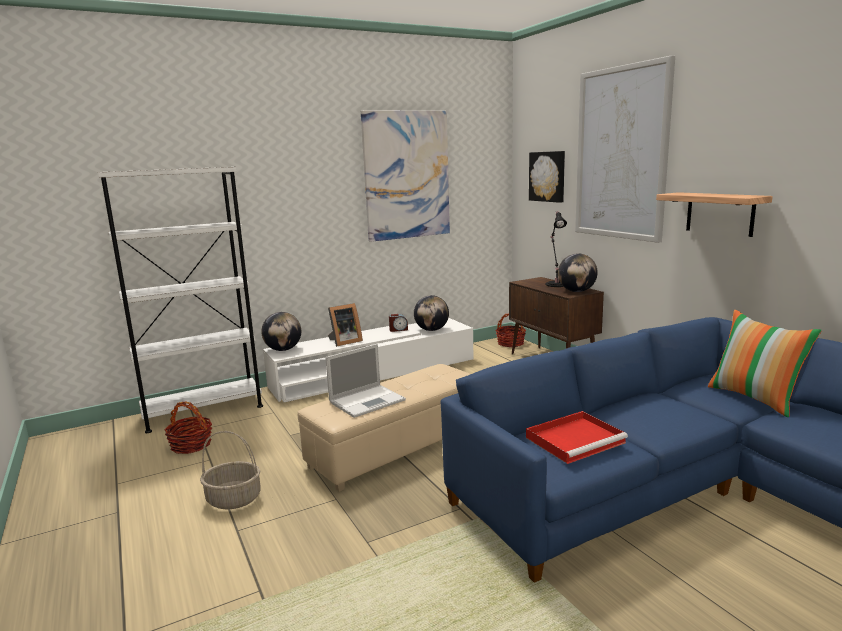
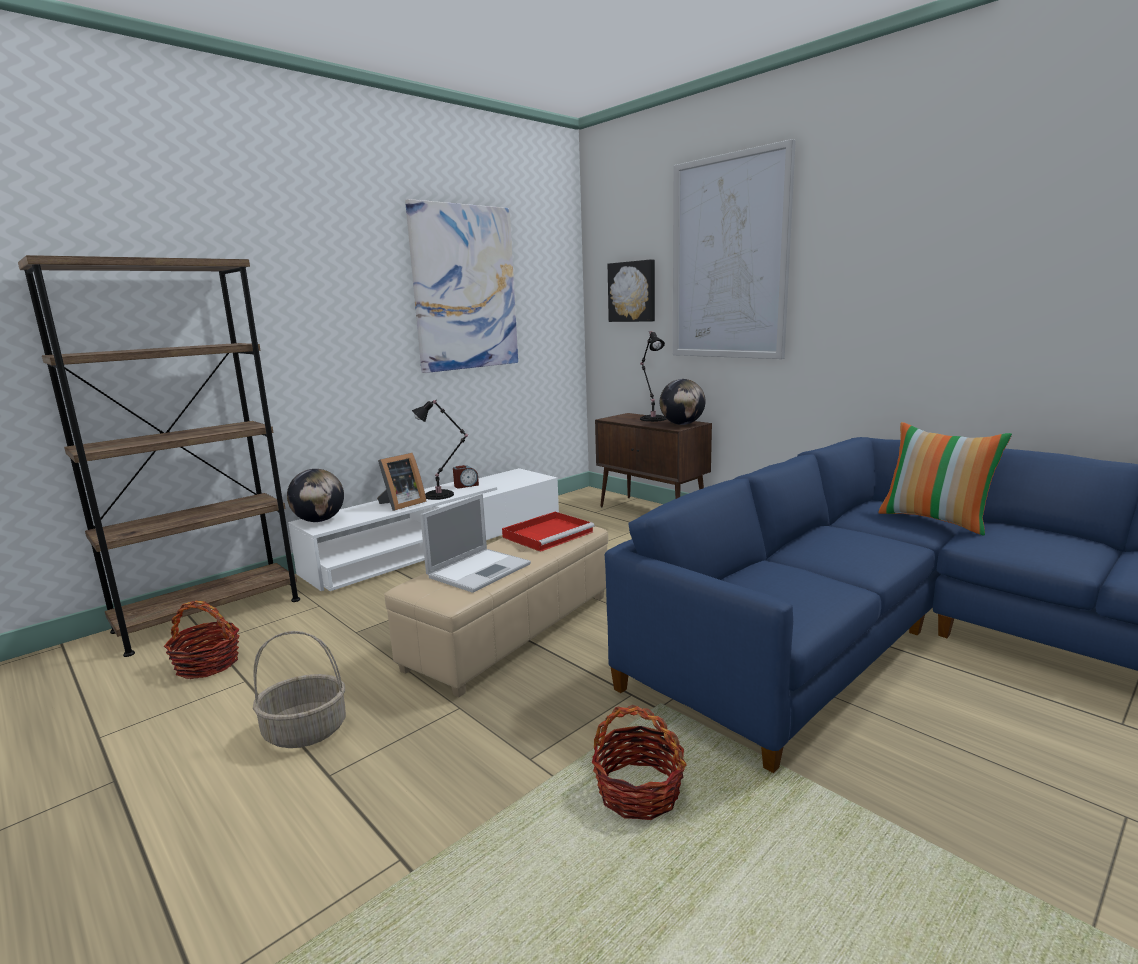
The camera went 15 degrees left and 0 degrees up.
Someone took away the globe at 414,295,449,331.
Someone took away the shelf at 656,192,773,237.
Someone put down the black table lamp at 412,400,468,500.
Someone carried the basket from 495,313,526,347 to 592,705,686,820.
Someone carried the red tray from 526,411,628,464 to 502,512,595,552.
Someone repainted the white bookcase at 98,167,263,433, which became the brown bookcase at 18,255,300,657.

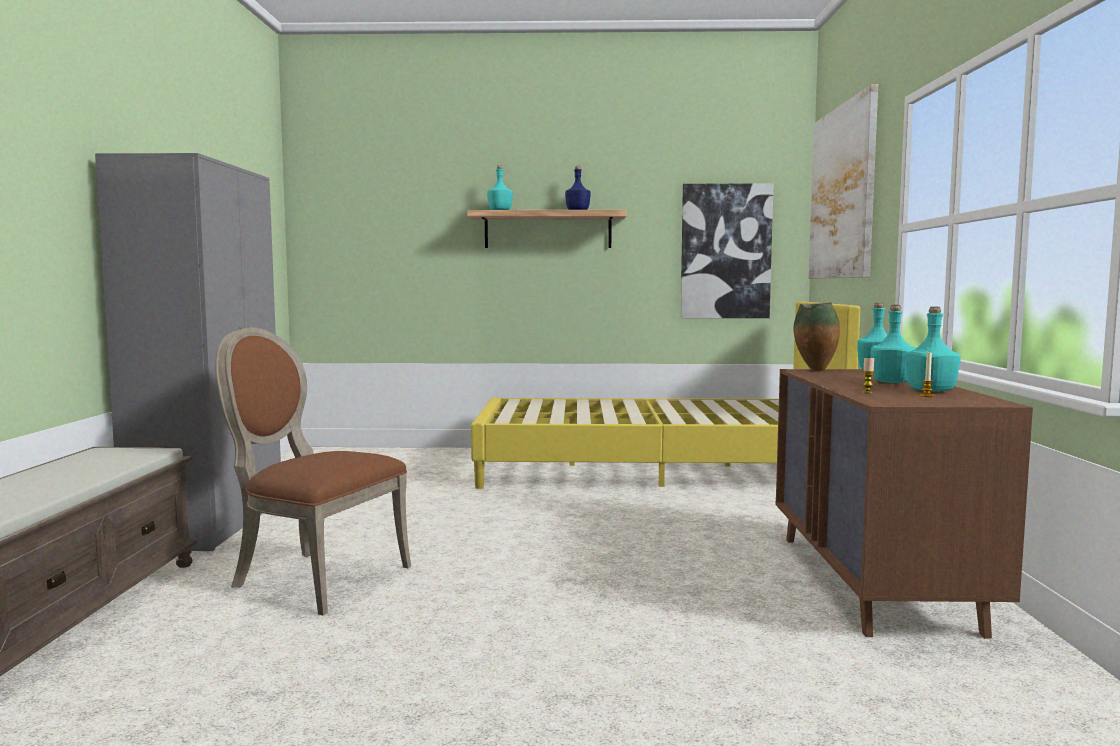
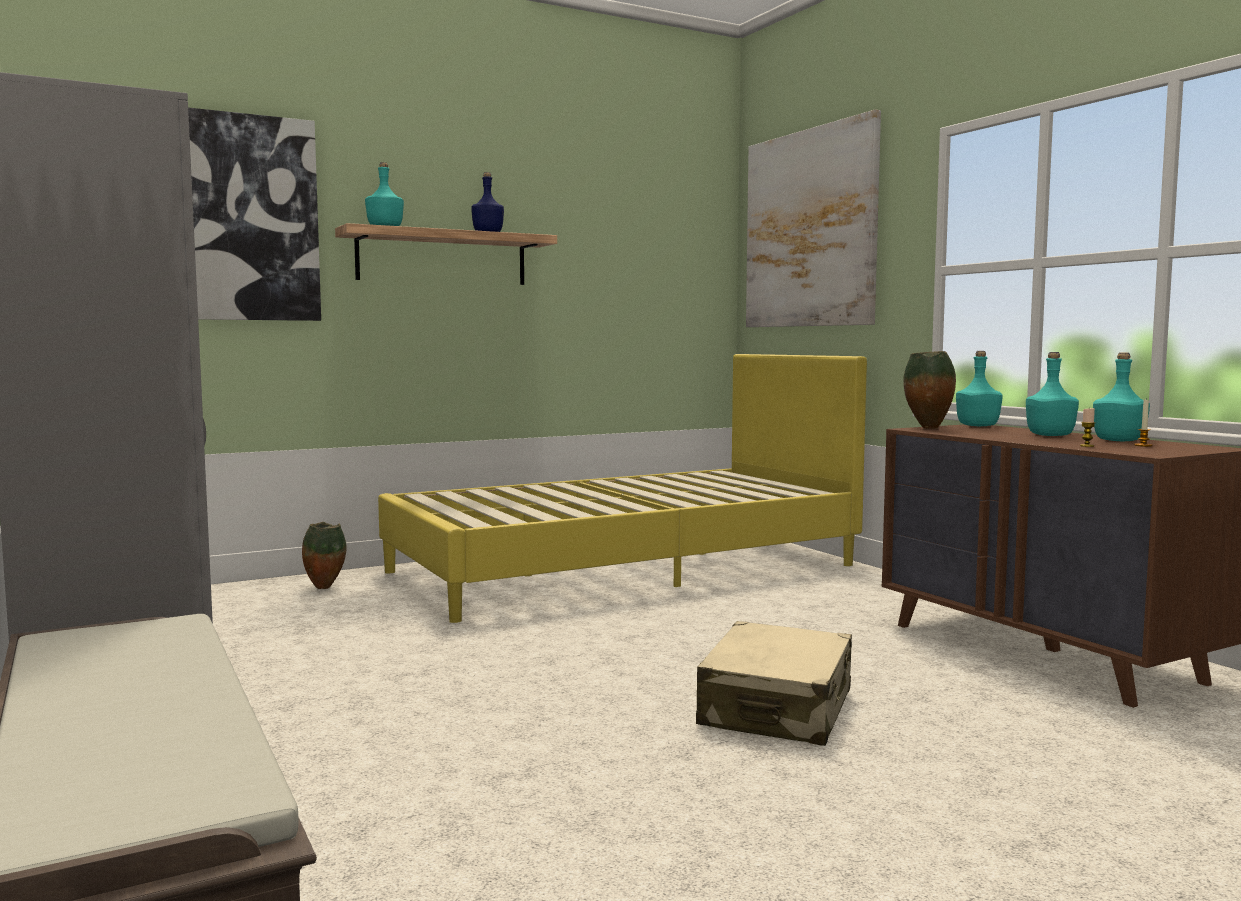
The camera went 30 degrees left and 0 degrees up.
Someone took away the brown chair at 215,327,411,616.
Someone put down the vase at 302,522,346,589.
Someone put down the beige suitcase at 696,621,852,746.
Someone carried the picture from 681,183,774,318 to 188,108,321,321.

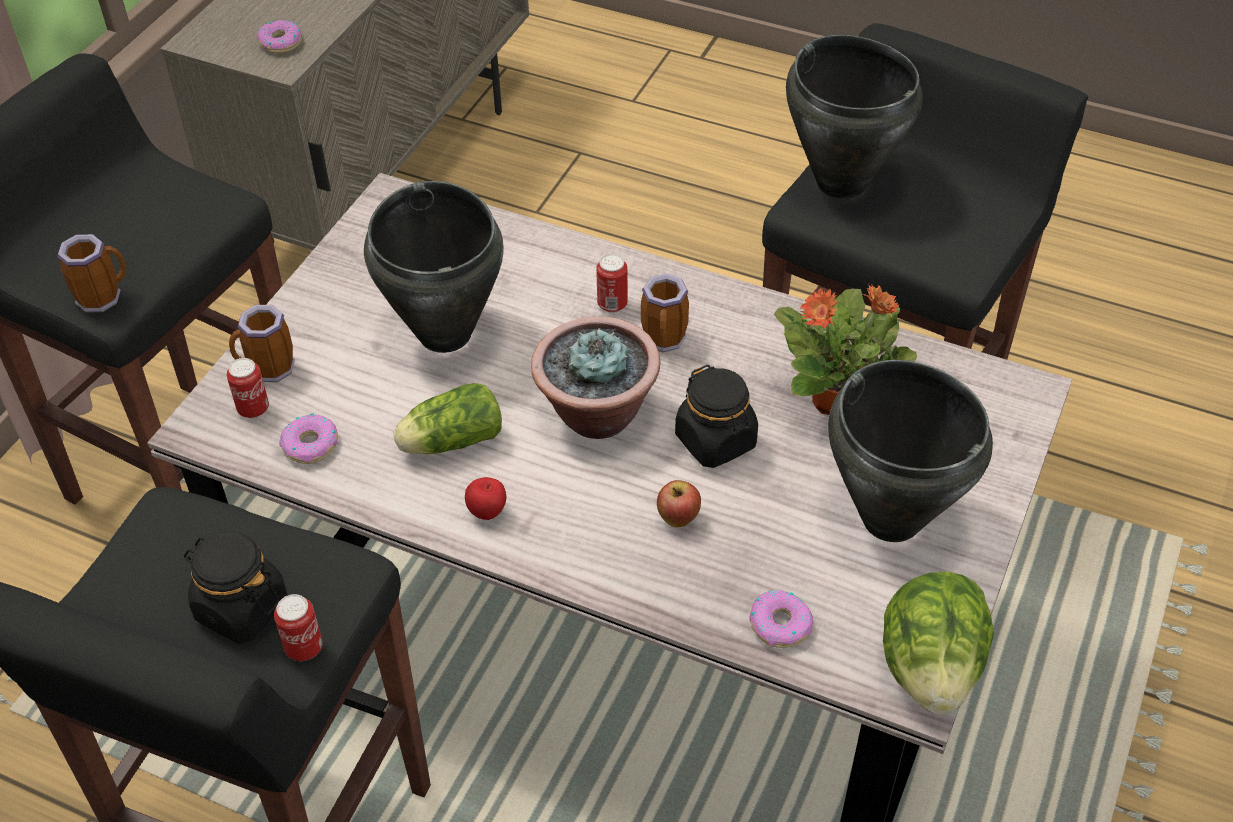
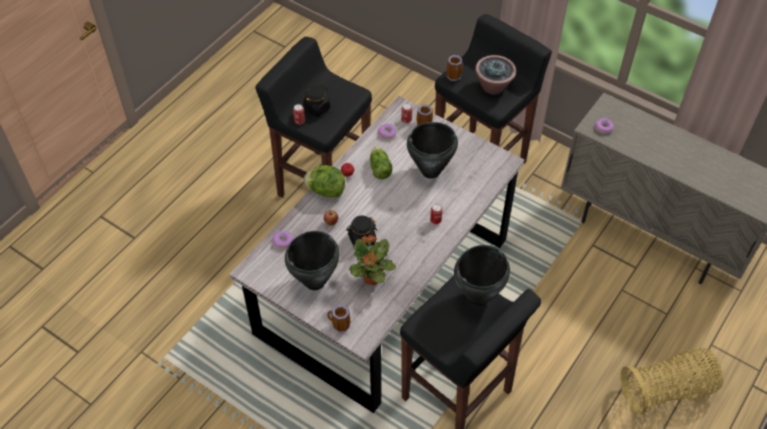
The camera went 100 degrees right and 5 degrees up.
Someone put down the basket at 620,348,723,415.
Someone carried the potted plant from 531,317,661,439 to 475,55,516,95.
Someone carried the mug from 641,274,689,352 to 327,305,350,333.
Someone carried the lettuce from 883,571,994,715 to 303,165,345,198.

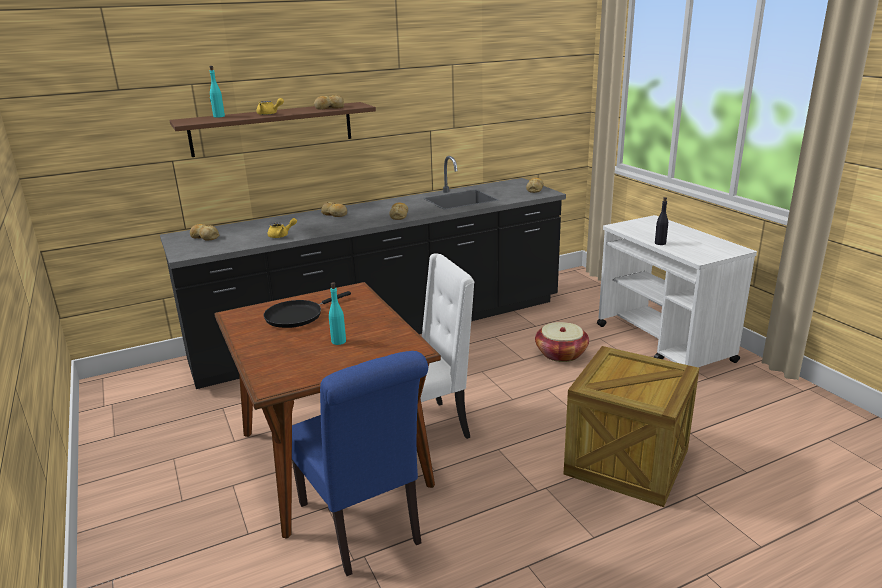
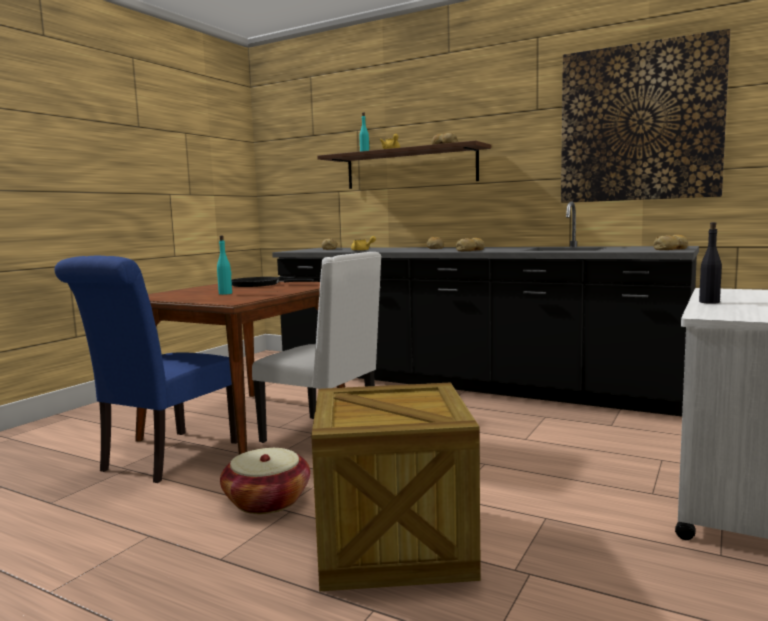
The camera went 55 degrees right and 15 degrees down.
Someone put up the picture at 561,29,730,203.
Someone carried the basket from 535,322,589,362 to 220,448,310,514.

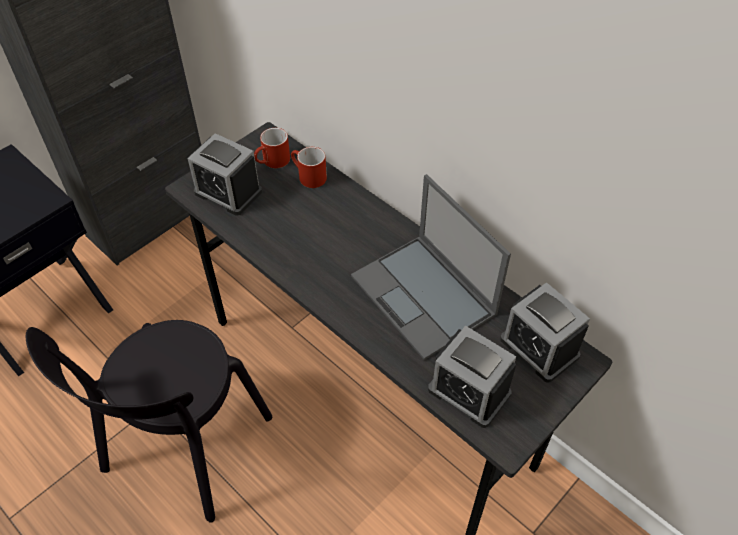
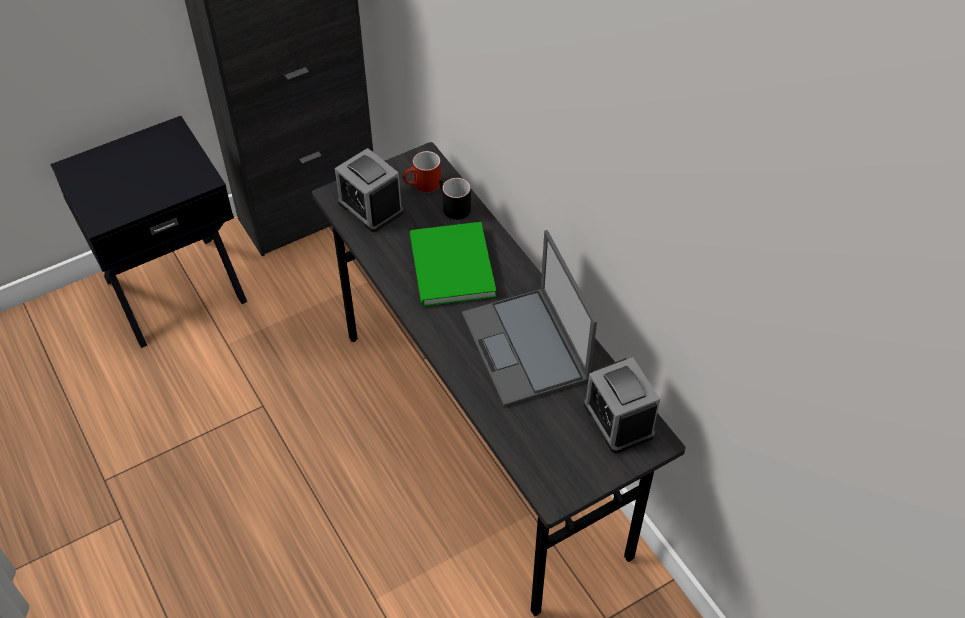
The camera went 15 degrees right and 0 degrees up.
Someone took away the black chair at 26,320,272,523.
Someone took away the alarm clock at 428,326,516,428.
Someone put down the green book at 410,222,496,306.
Someone repainted the red mug at 291,147,327,188, which became the black mug at 439,178,471,220.

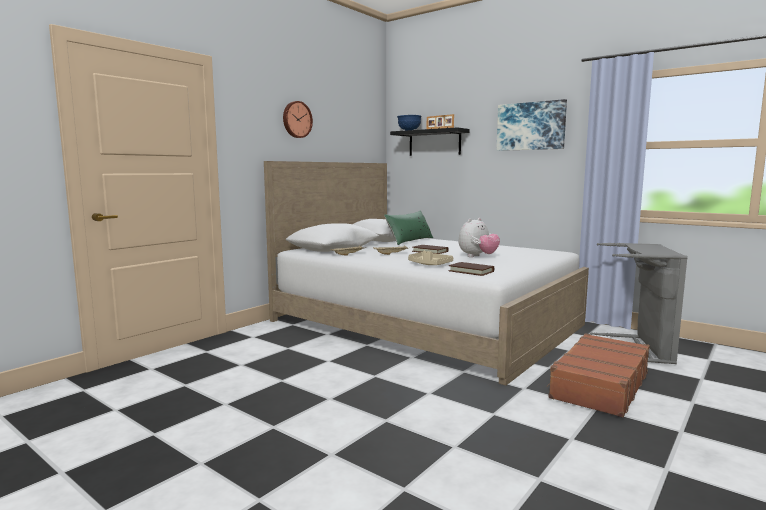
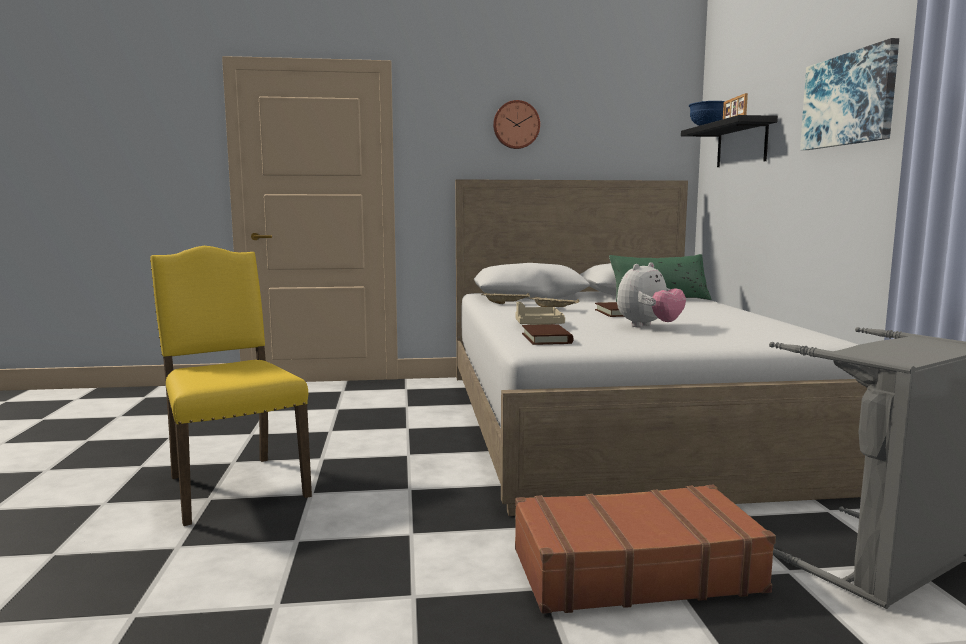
The camera went 45 degrees right and 0 degrees up.
Someone put down the yellow chair at 150,246,312,526.
Someone rotated the plush toy at 459,218,500,257 by 45 degrees counterclockwise.

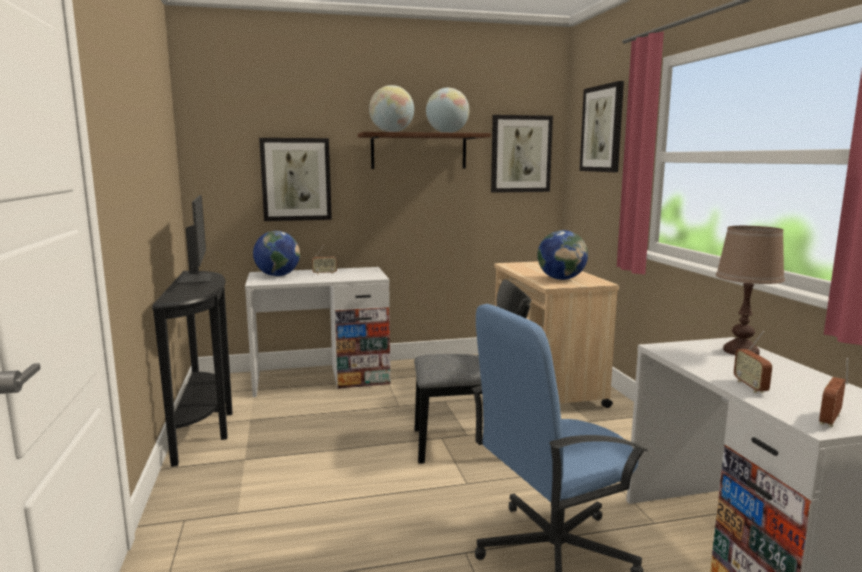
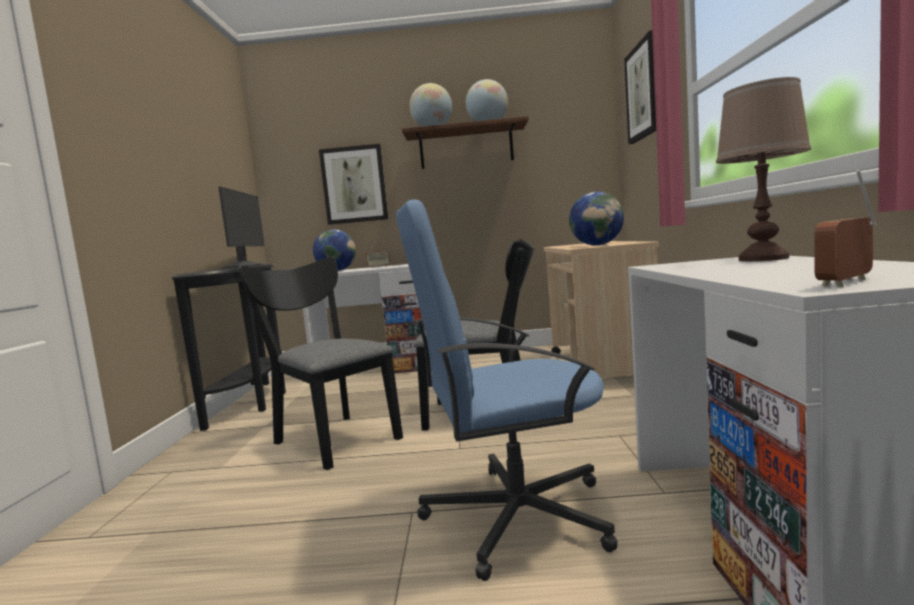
The camera went 15 degrees right and 5 degrees down.
Someone took away the picture at 491,115,553,193.
Someone took away the radio at 734,331,772,393.
Someone put down the black chair at 238,257,403,470.

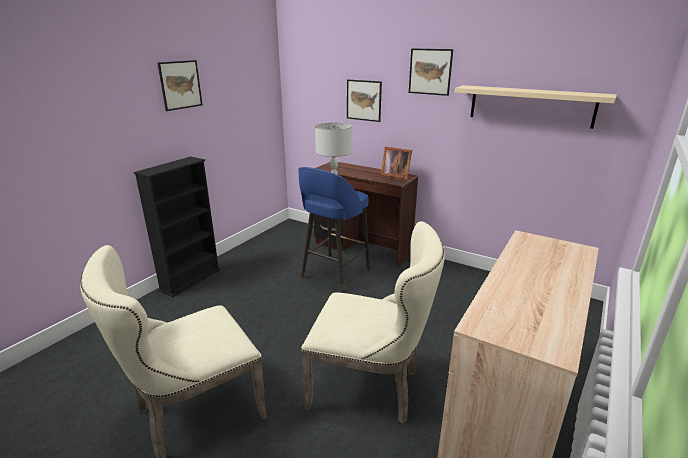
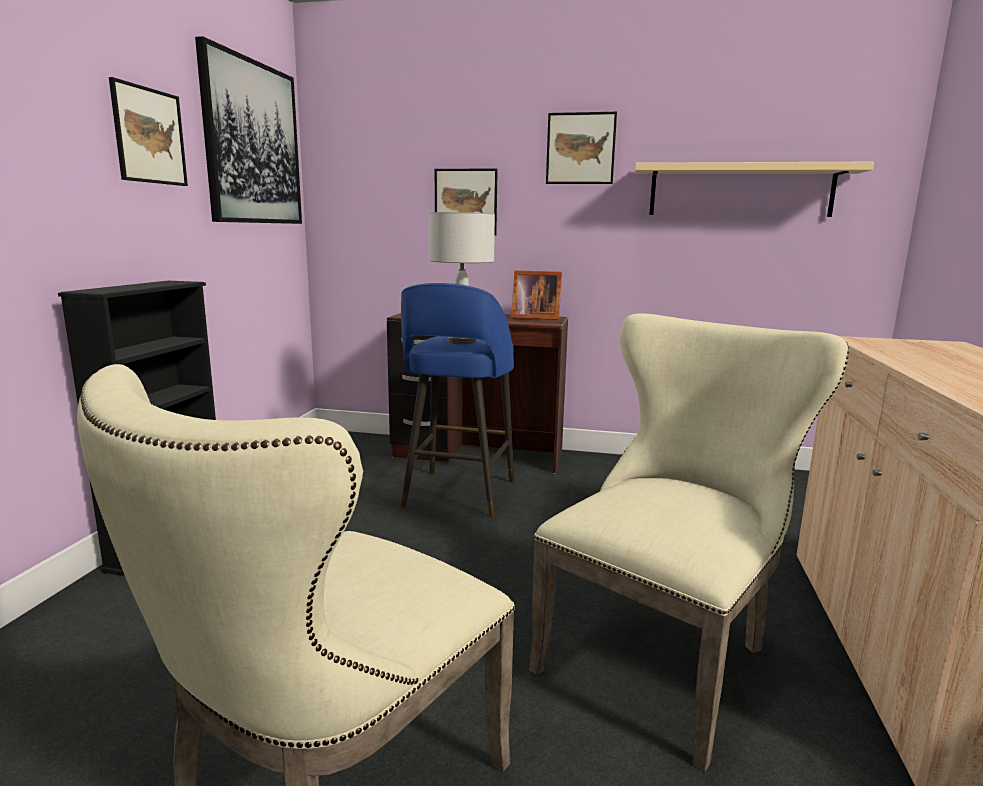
The camera went 20 degrees left and 10 degrees down.
Someone put up the picture at 195,36,302,224.
Someone rotated the beige chair at 301,221,445,424 by 45 degrees counterclockwise.

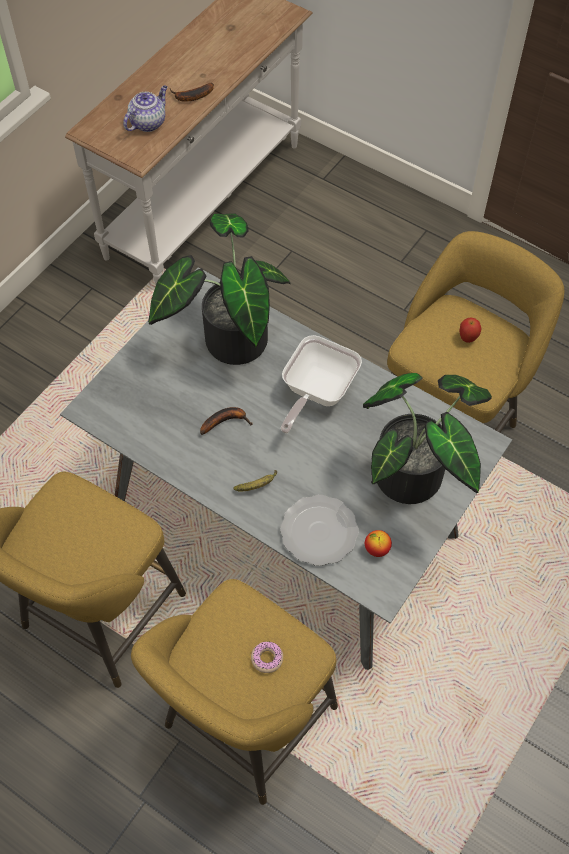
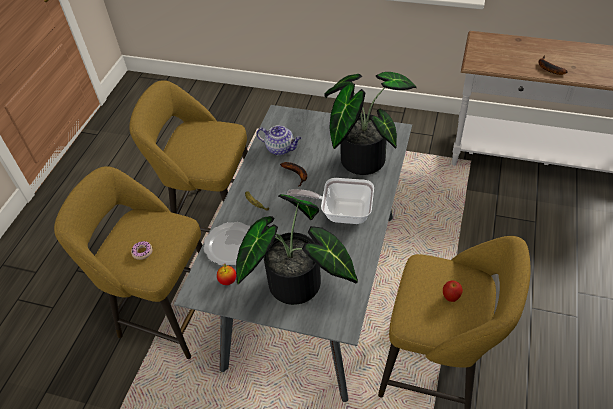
The camera went 75 degrees right and 10 degrees down.
Someone carried the teapot from 123,86,167,132 to 257,125,301,155.

